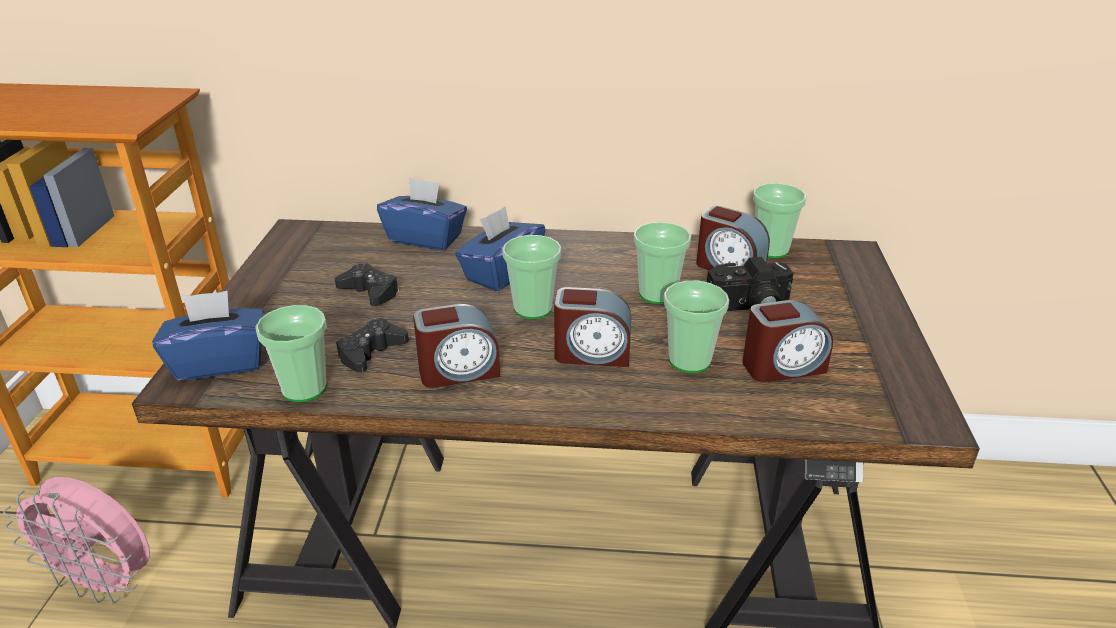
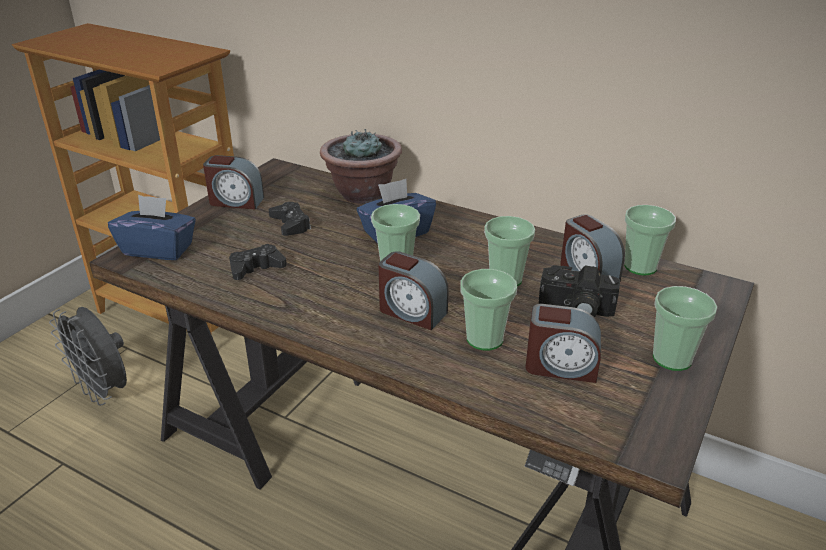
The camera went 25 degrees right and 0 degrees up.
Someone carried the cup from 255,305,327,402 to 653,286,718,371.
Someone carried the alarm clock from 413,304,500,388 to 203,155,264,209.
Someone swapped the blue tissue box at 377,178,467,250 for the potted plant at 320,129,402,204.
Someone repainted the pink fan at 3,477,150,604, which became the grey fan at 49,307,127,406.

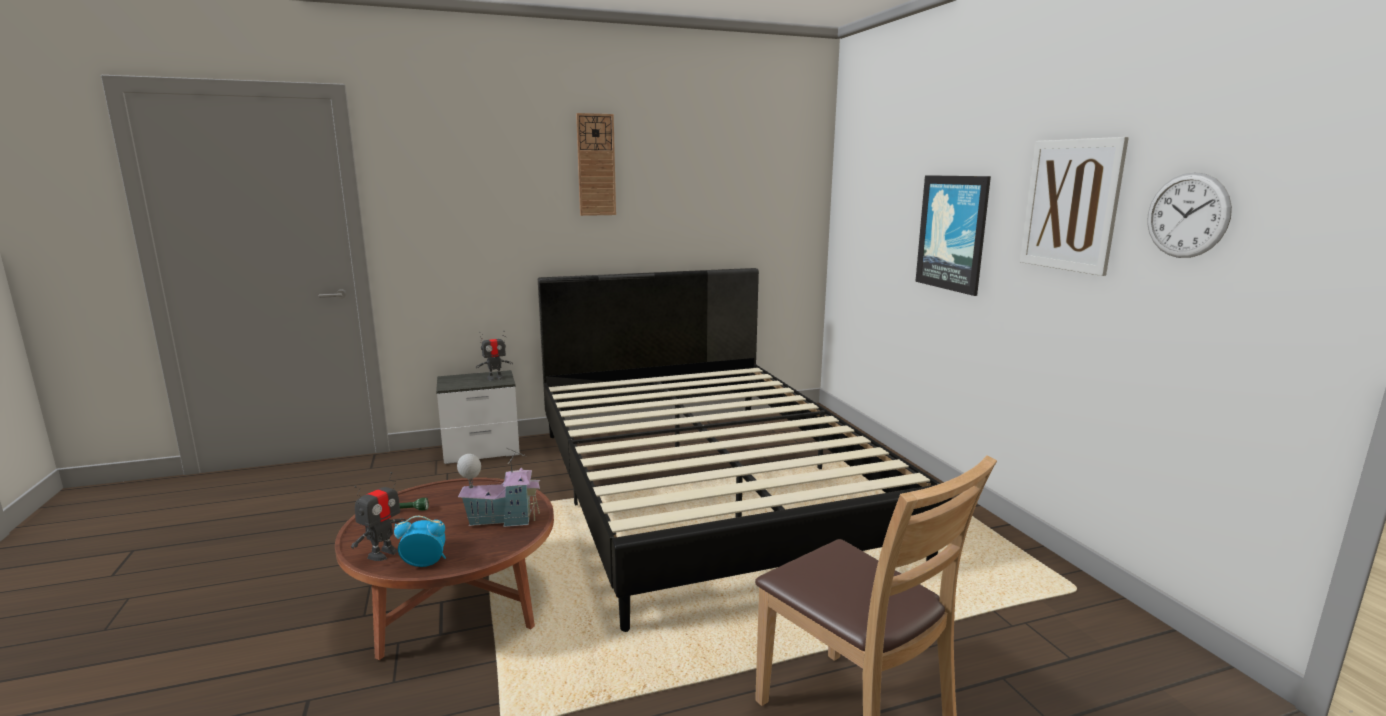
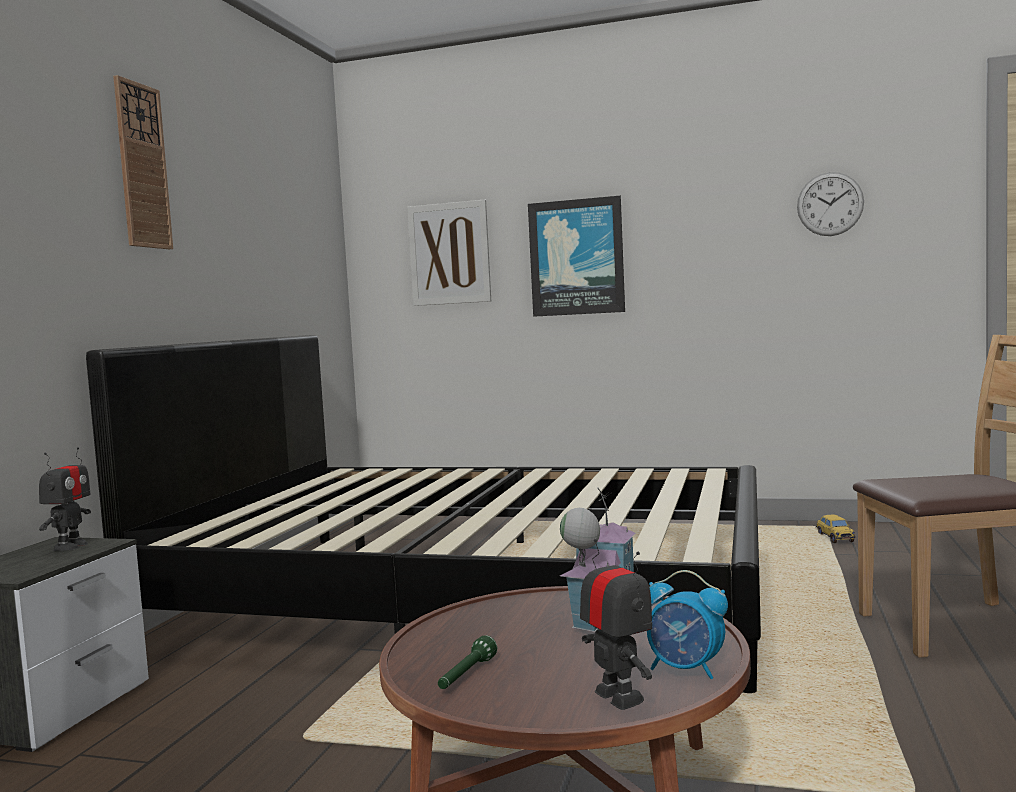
The camera went 55 degrees left and 10 degrees down.
Someone put down the toy car at 816,514,855,543.
Someone carried the picture from 1020,137,1129,276 to 407,200,491,306.
Someone rotated the alarm clock at 394,516,446,567 by 90 degrees counterclockwise.

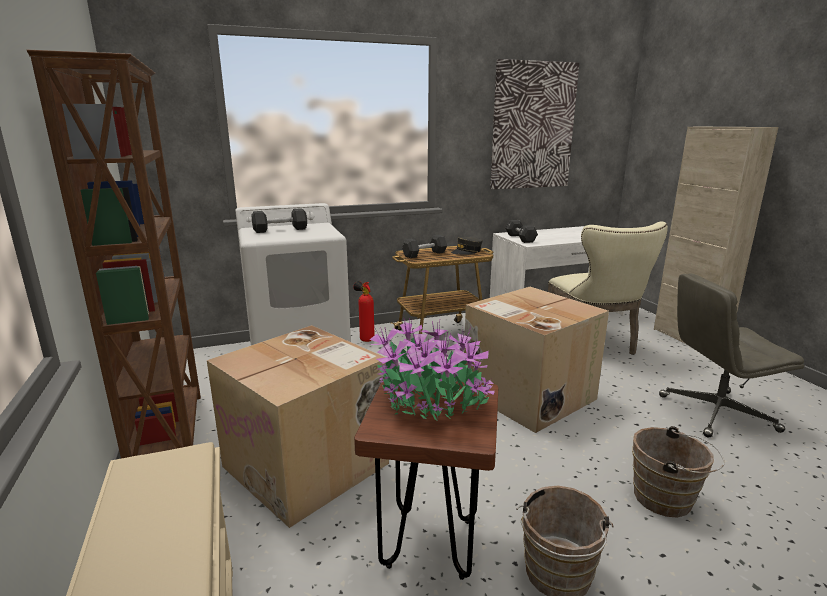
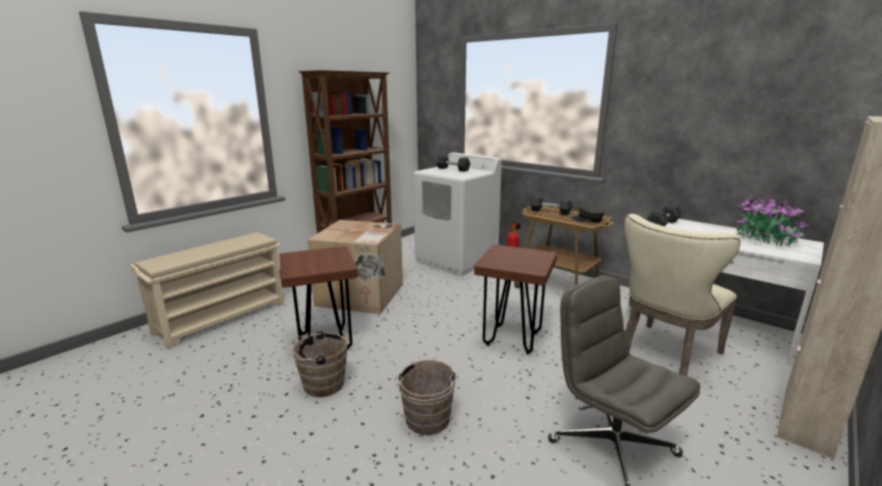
The camera went 60 degrees right and 0 degrees up.
Someone took away the picture at 490,59,579,189.
Someone carried the potted plant from 367,317,495,420 to 737,195,809,246.
Someone swapped the cardboard box at 464,287,609,433 for the brown stool at 474,244,557,355.

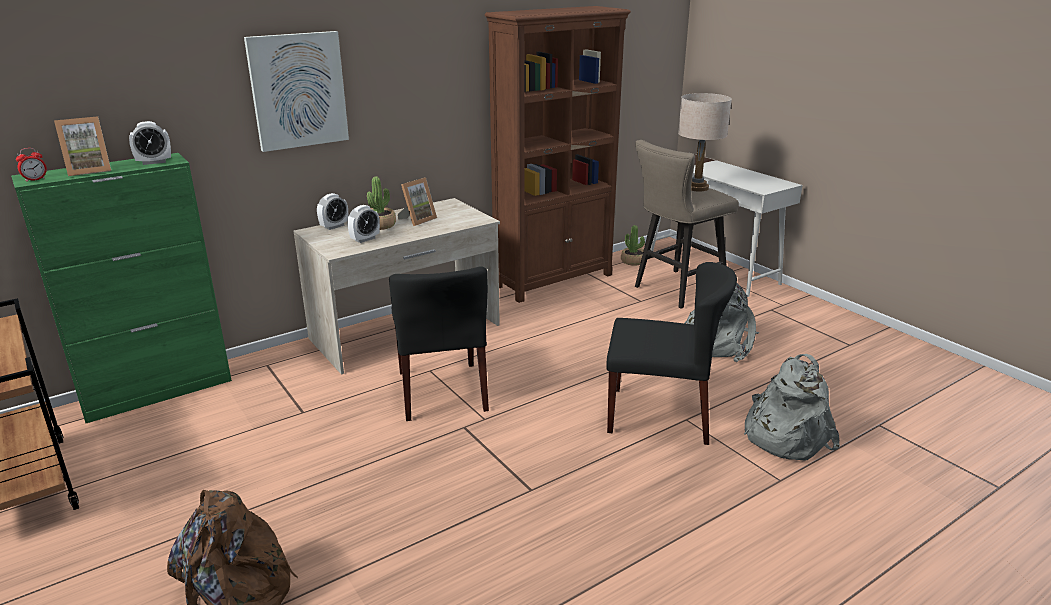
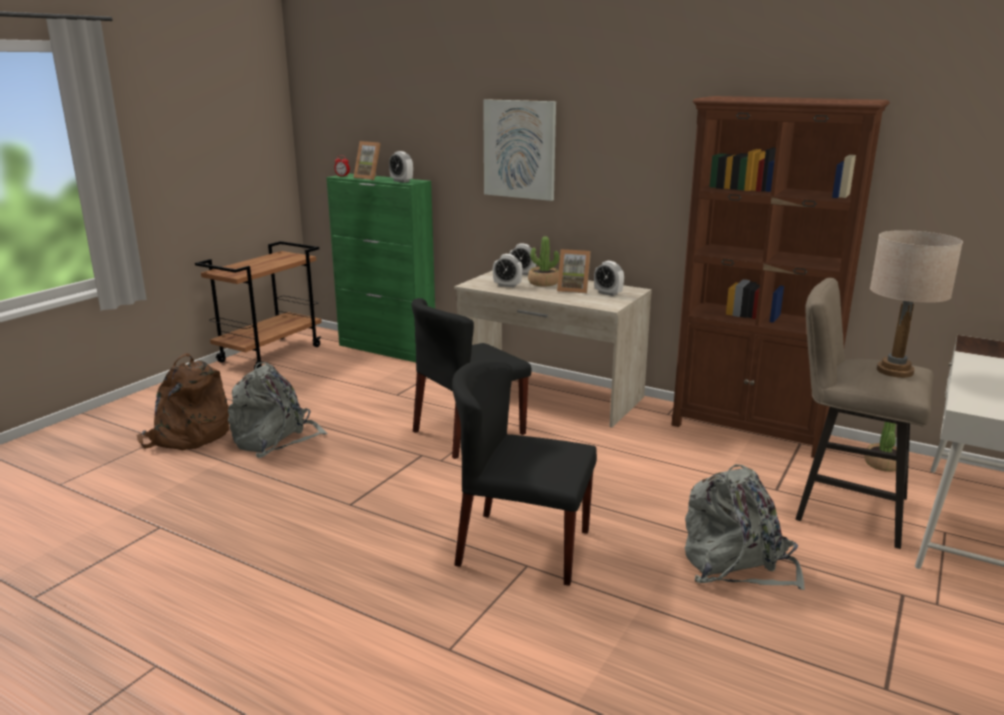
The camera went 65 degrees right and 5 degrees down.
Someone put down the alarm clock at 594,261,624,296.
Someone carried the grey backpack from 744,354,840,460 to 228,362,328,458.
Someone rotated the black chair at 606,262,737,445 by 120 degrees clockwise.

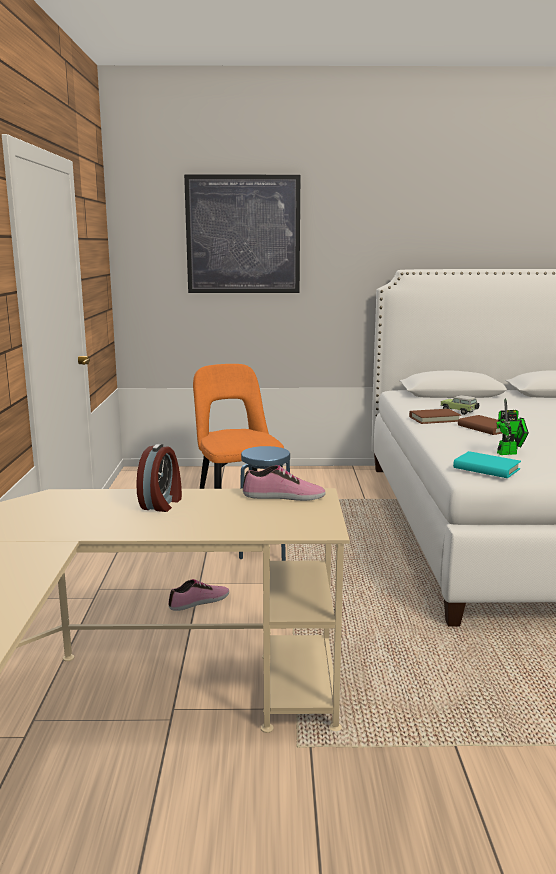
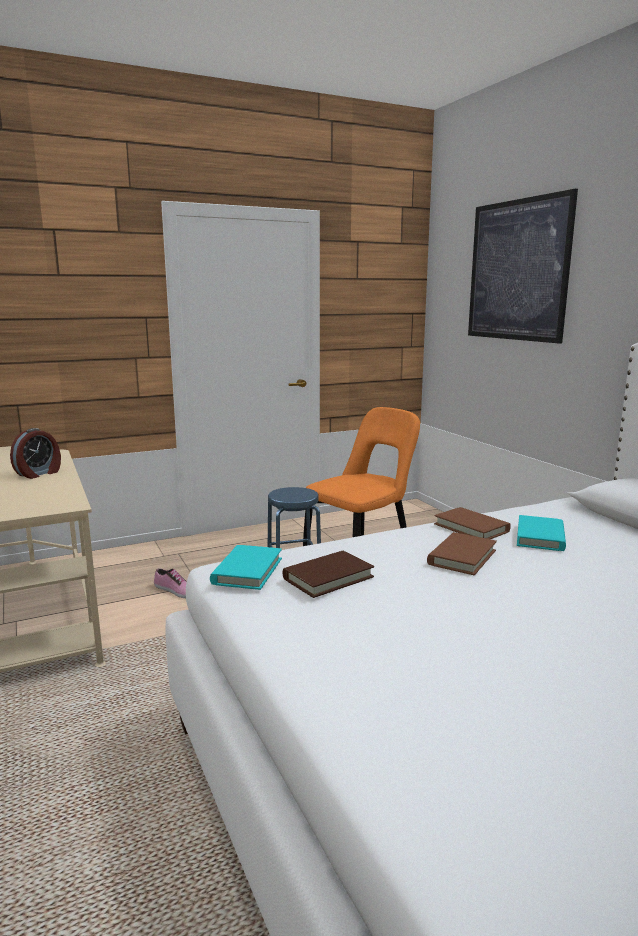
The camera went 65 degrees right and 0 degrees up.
Someone took away the shoe at 243,465,326,501.
Someone swapped the toy car at 441,395,479,415 for the turquoise book at 517,515,566,551.
Someone swapped the toy robot at 497,398,529,455 for the brown book at 283,551,374,598.
Someone rotated the alarm clock at 136,444,182,512 by 45 degrees counterclockwise.

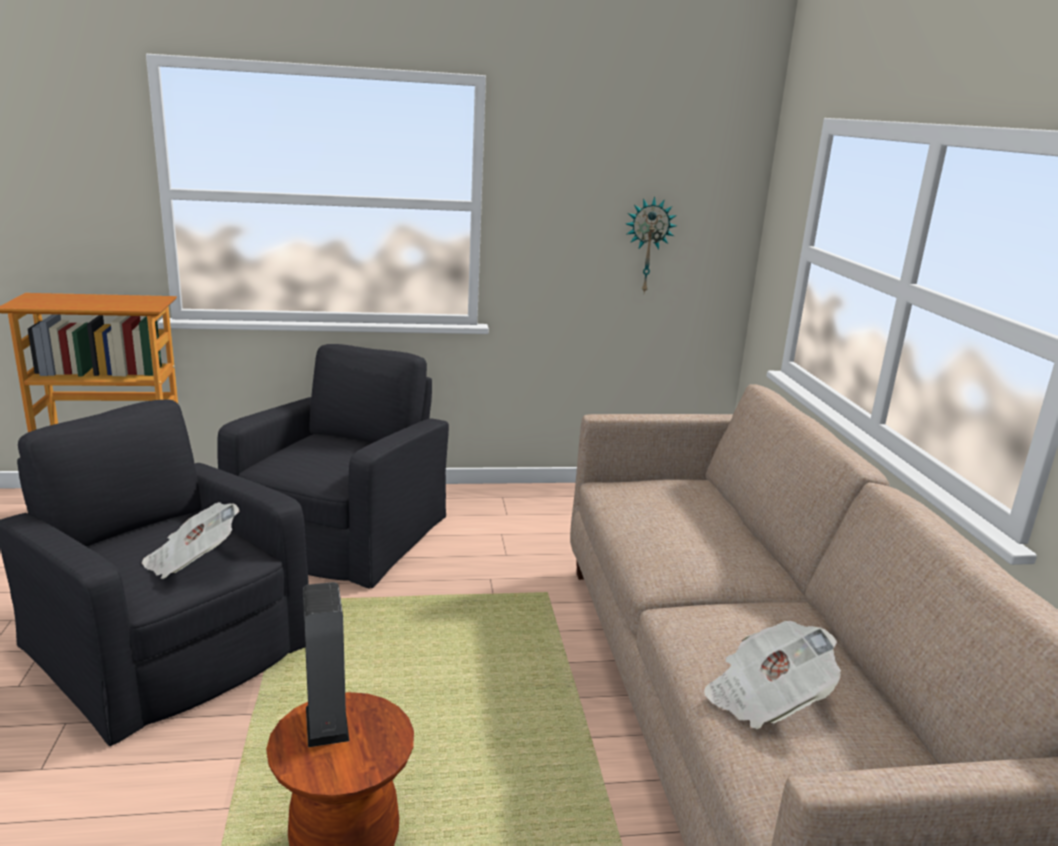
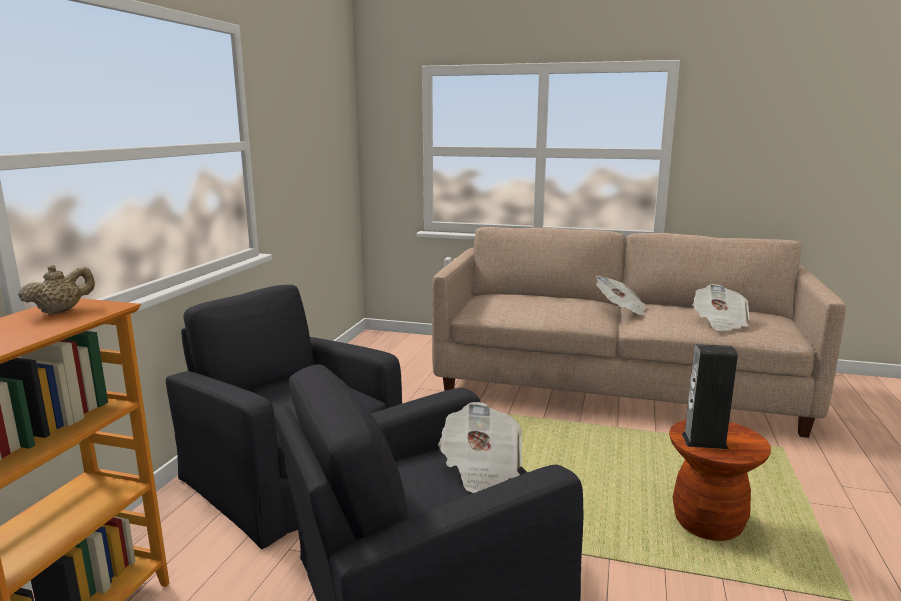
The camera went 65 degrees left and 5 degrees down.
Someone took away the wall clock at 626,197,677,293.
Someone put down the beige teapot at 18,265,95,314.
Someone put down the newspaper at 596,276,645,315.

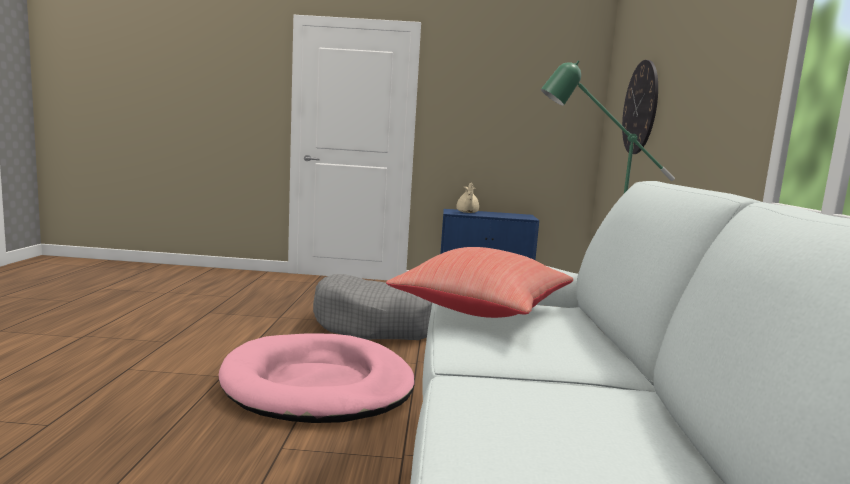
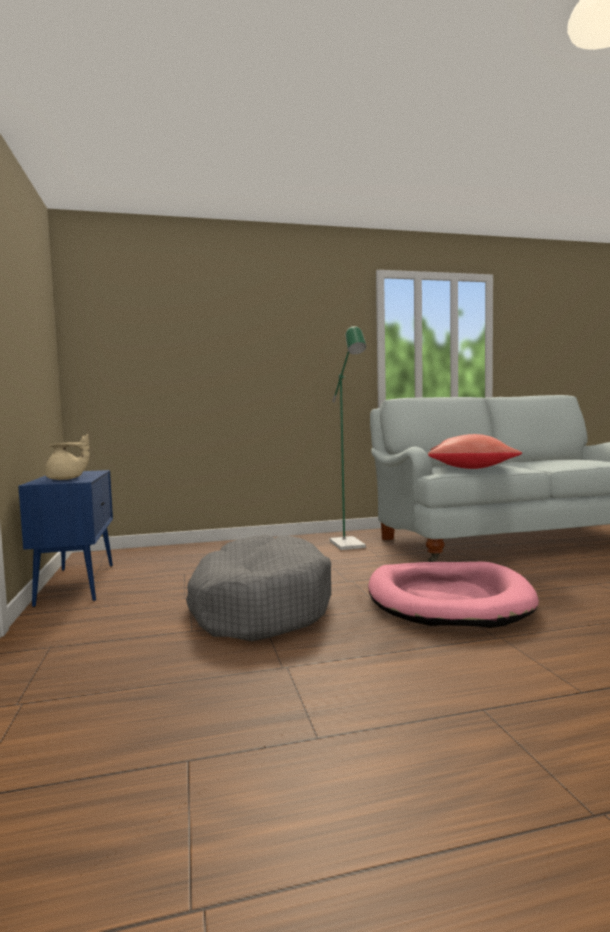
The camera went 105 degrees left and 5 degrees down.
Someone took away the wall clock at 622,60,658,154.

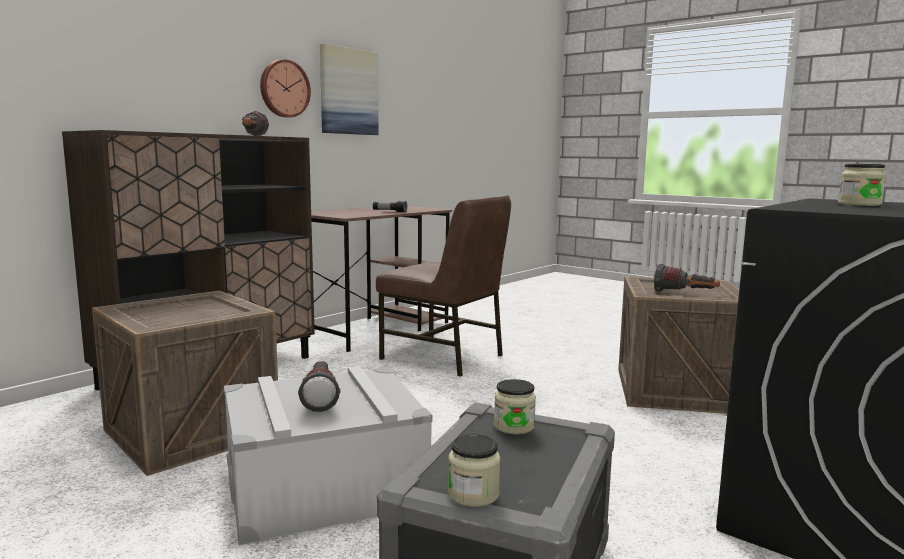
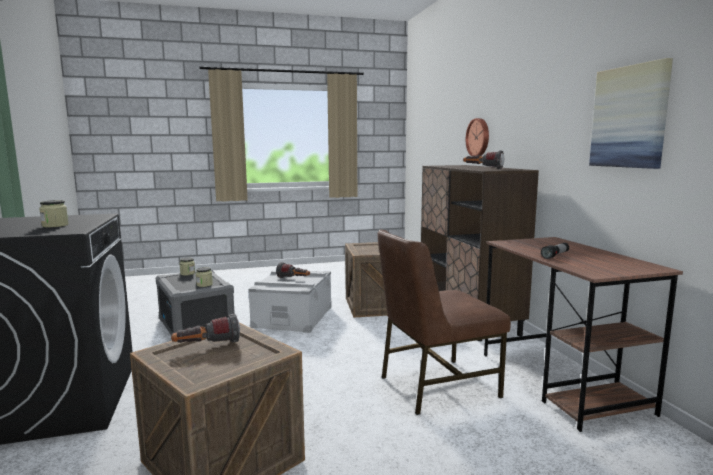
The camera went 125 degrees right and 0 degrees up.
Someone carried the wall clock from 260,59,311,118 to 466,118,489,156.

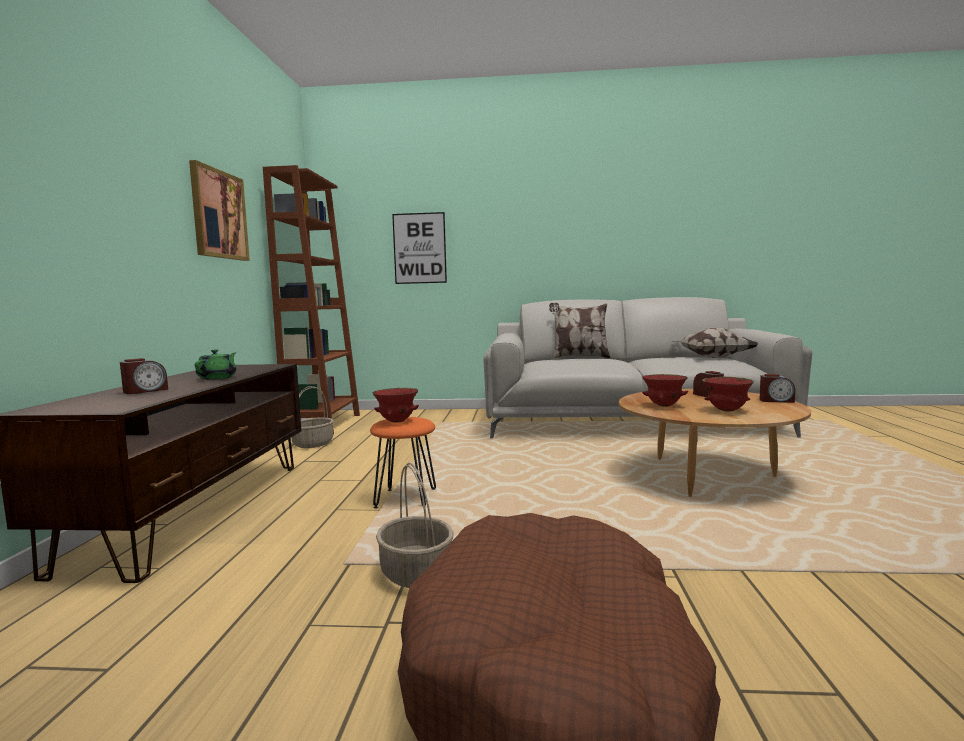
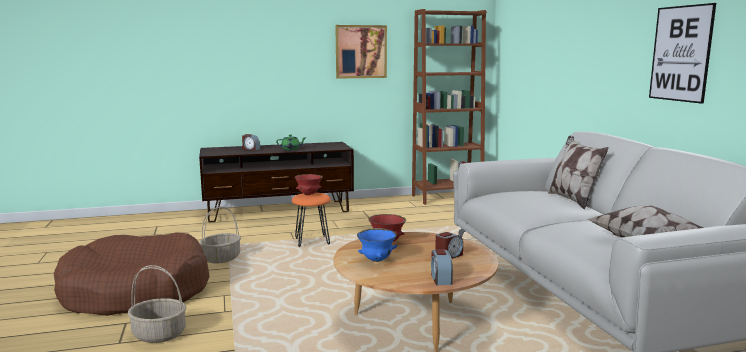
The camera went 70 degrees right and 5 degrees up.
Someone carried the basket from 291,386,334,448 to 128,265,186,343.
Someone carried the picture from 392,212,447,284 to 649,3,716,104.
Someone repainted the red bowl at 702,377,754,411, which became the blue bowl at 357,228,397,262.

